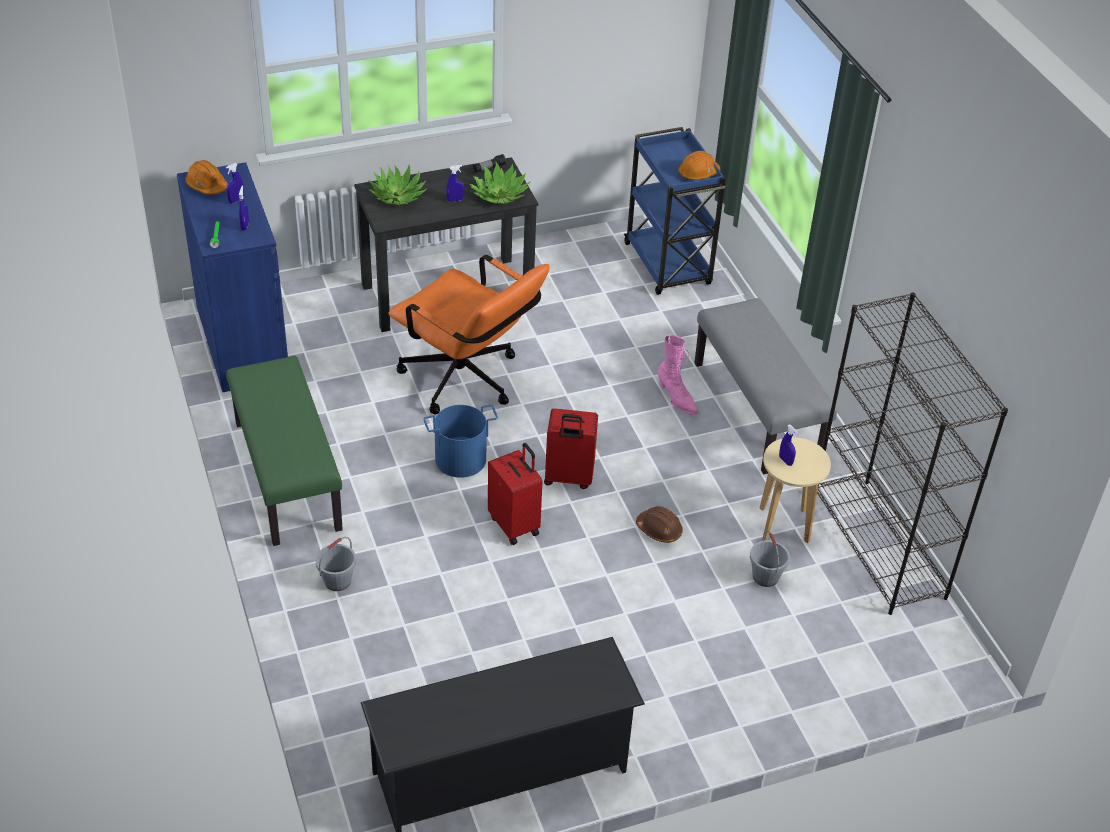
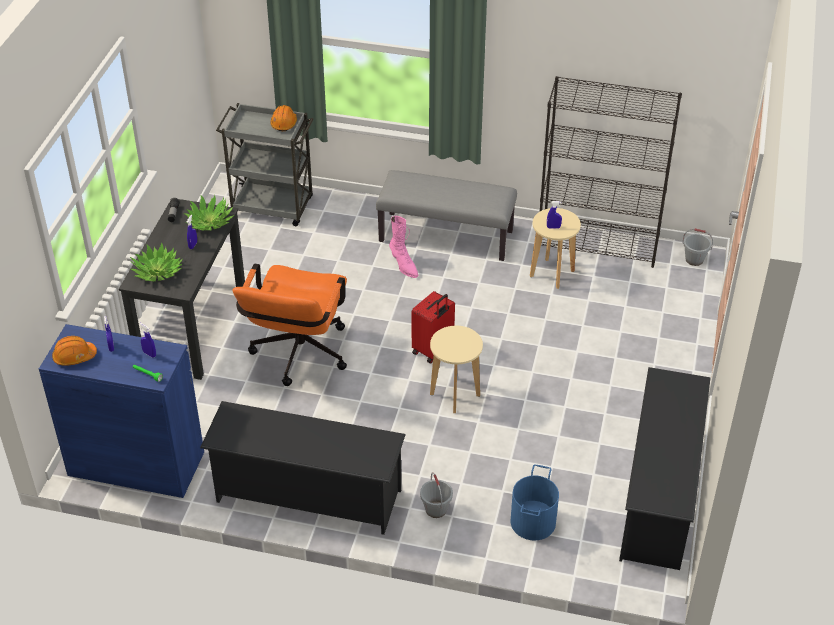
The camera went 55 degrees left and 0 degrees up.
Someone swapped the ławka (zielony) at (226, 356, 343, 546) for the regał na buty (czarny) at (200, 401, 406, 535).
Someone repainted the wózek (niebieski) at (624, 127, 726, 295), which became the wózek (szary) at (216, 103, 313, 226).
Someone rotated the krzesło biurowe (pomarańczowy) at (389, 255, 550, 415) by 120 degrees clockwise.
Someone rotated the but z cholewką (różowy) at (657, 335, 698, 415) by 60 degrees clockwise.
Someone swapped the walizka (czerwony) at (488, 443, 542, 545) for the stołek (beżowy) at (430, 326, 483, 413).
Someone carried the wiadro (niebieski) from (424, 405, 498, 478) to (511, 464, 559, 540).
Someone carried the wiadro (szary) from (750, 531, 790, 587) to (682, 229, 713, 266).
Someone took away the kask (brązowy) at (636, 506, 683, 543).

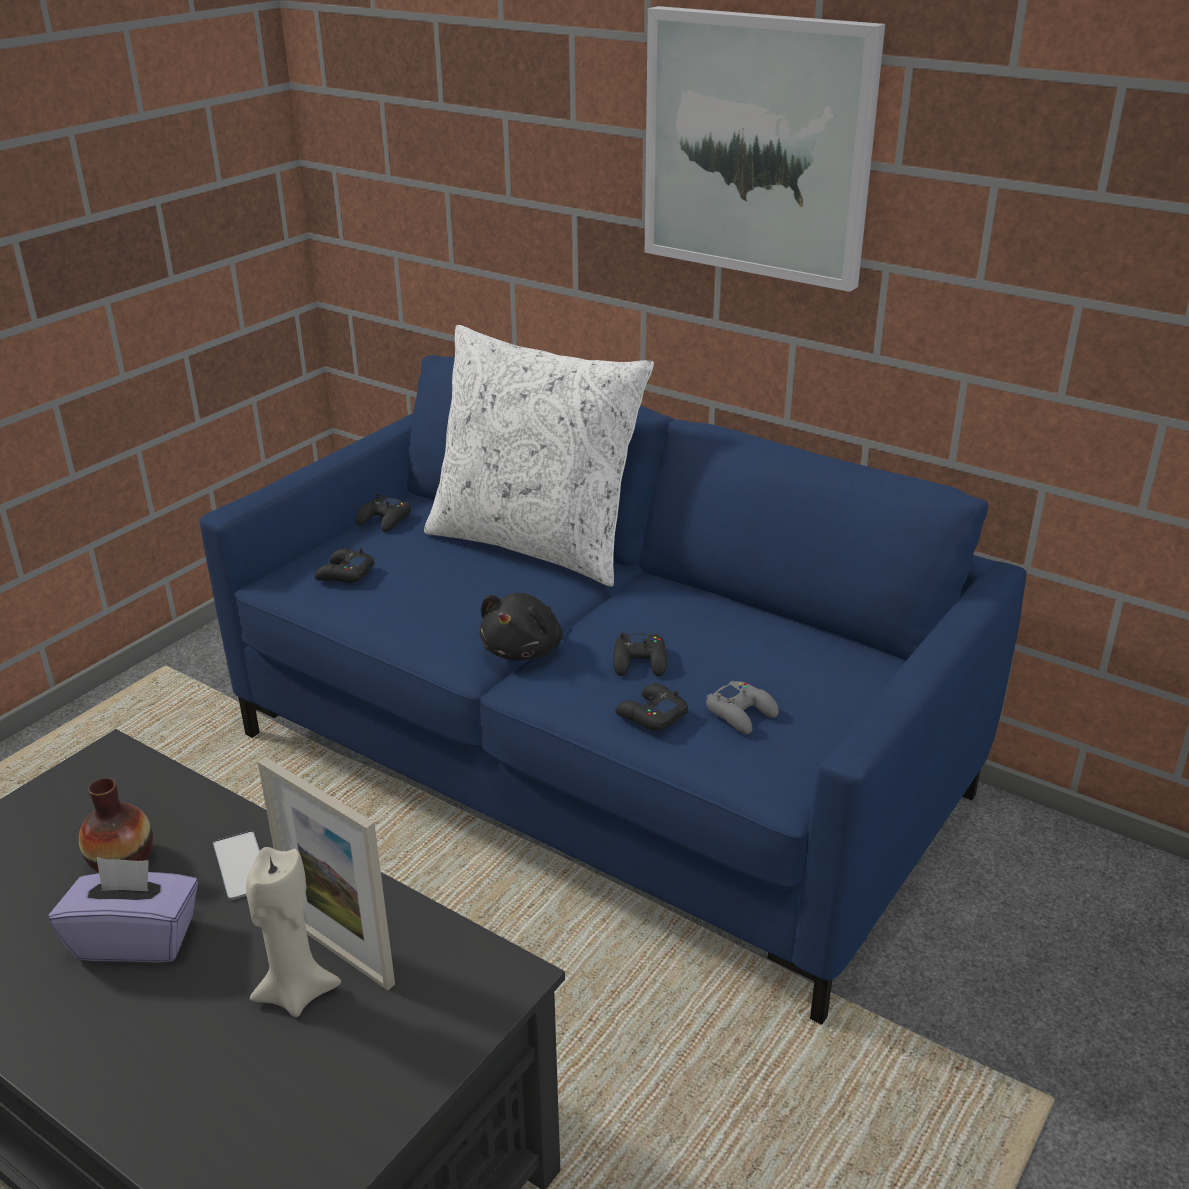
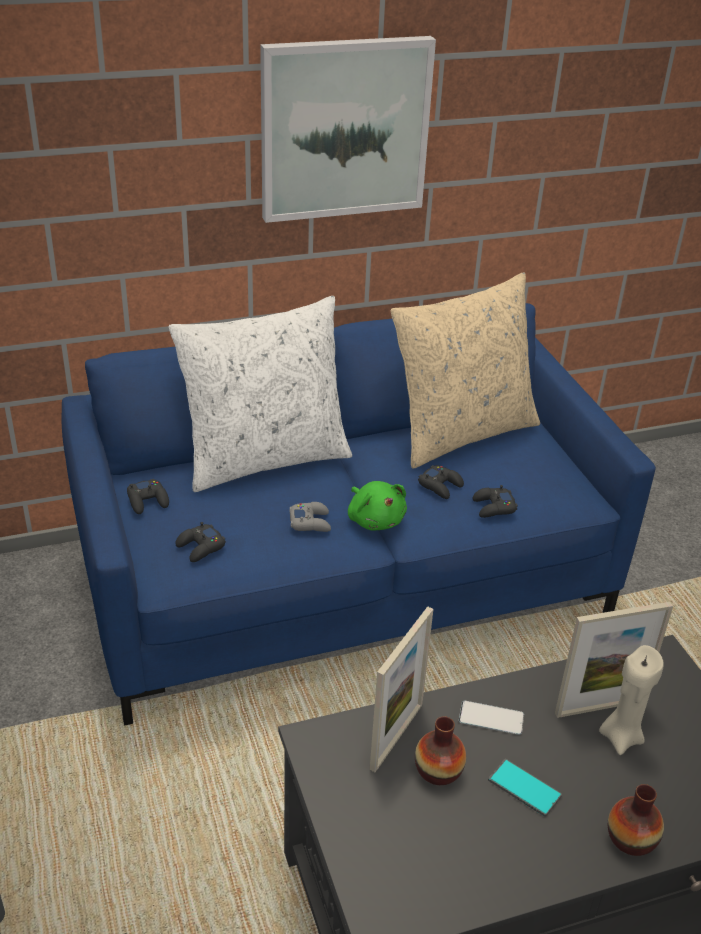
The camera went 55 degrees left and 5 degrees up.
Someone carried the pad do gier (szary) from (706, 681, 779, 734) to (290, 502, 331, 532).
Someone repainted the pluszak (czarny) at (480, 593, 563, 660), which became the pluszak (zielony) at (348, 481, 407, 530).
Someone put down the ramka na zdjęcie at (370, 607, 433, 772).
Someone put down the poduszka (beżowy) at (391, 272, 540, 469).
Someone swapped the pudełko chusteczek (fioletowy) at (49, 857, 198, 962) for the telefon at (488, 759, 562, 817).
Someone put down the wazon at (608, 784, 664, 856).

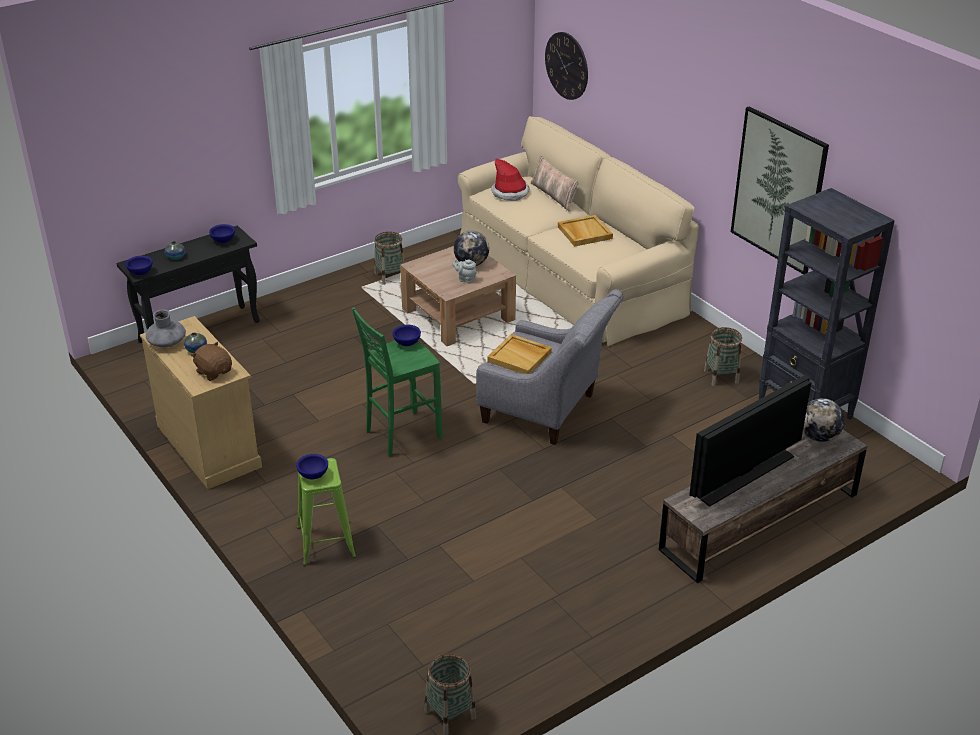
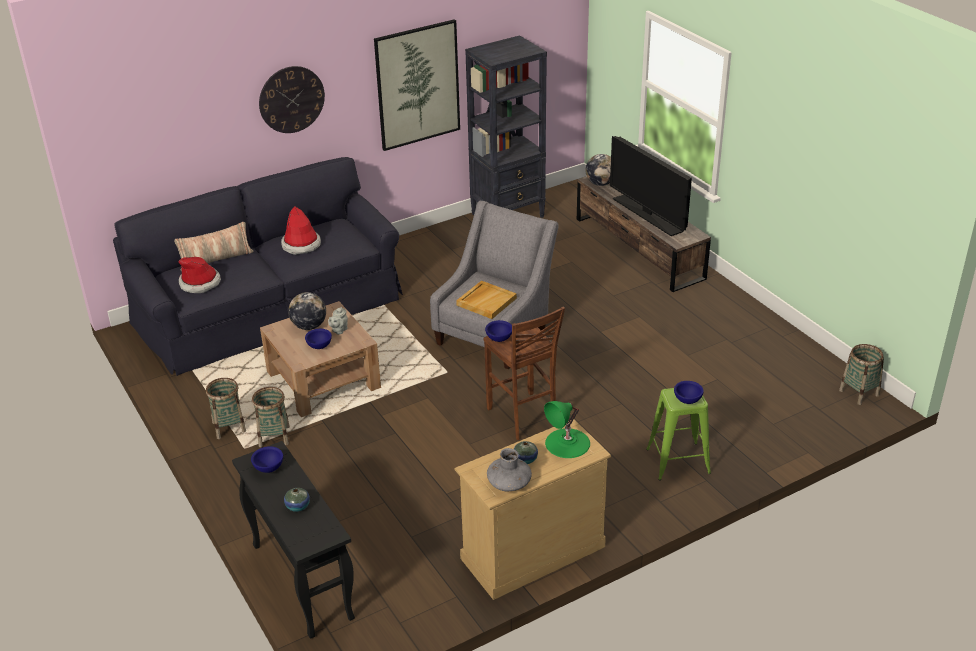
The camera went 85 degrees left and 0 degrees up.
Someone repainted the kanapa (beżowy) at (458, 116, 699, 346), which became the kanapa (czarny) at (113, 157, 403, 376).
Someone carried the koszyk from (704, 327, 742, 386) to (252, 387, 290, 447).
Someone carried the zegar ścienny from (545, 32, 588, 100) to (259, 66, 325, 133).
Someone swapped the taca (beżowy) at (558, 215, 613, 247) for the kapelusz at (281, 206, 321, 255).
Someone carried the miska (niebieski) from (125, 256, 152, 275) to (305, 329, 332, 349).
Someone repainted the stołek (zielony) at (352, 307, 443, 457), which became the stołek (brązowy) at (484, 307, 565, 440).
Someone swapped the pluszak (brązowy) at (191, 342, 232, 381) for the lampa stołowa (zielony) at (544, 401, 590, 458).

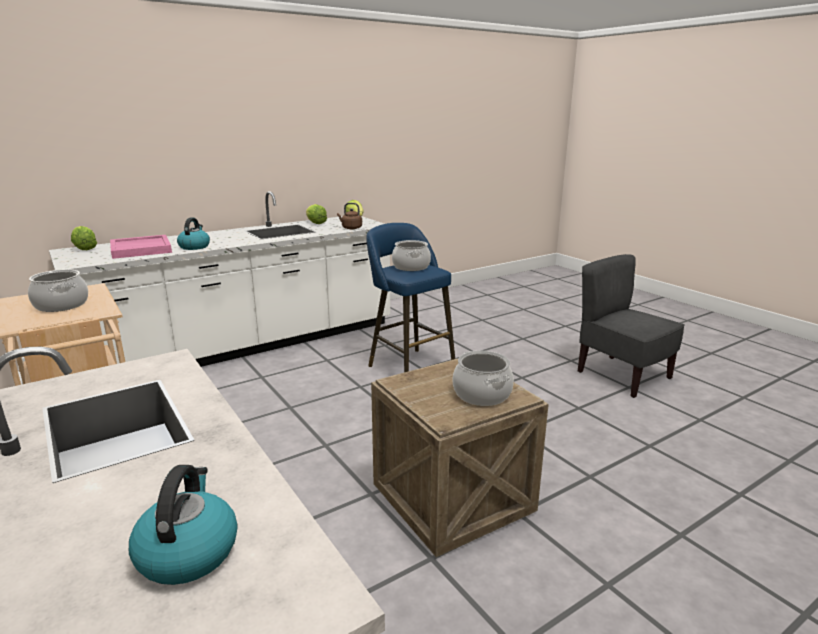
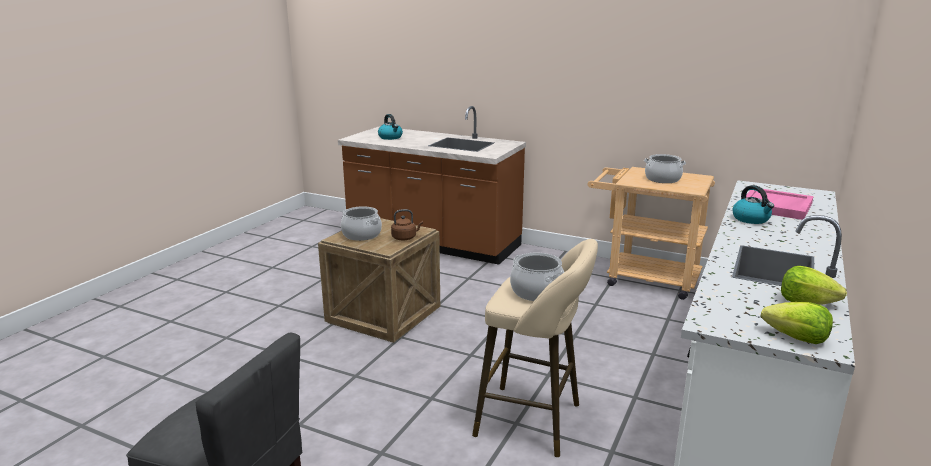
The camera went 150 degrees right and 0 degrees up.
Someone carried the czajnik (brązowy) from (337, 203, 362, 229) to (391, 209, 423, 240).
Someone repainted the stołek (niebieski) at (366, 223, 455, 372), which became the stołek (beżowy) at (472, 239, 598, 457).
Someone took away the sałata at (71, 226, 97, 250).

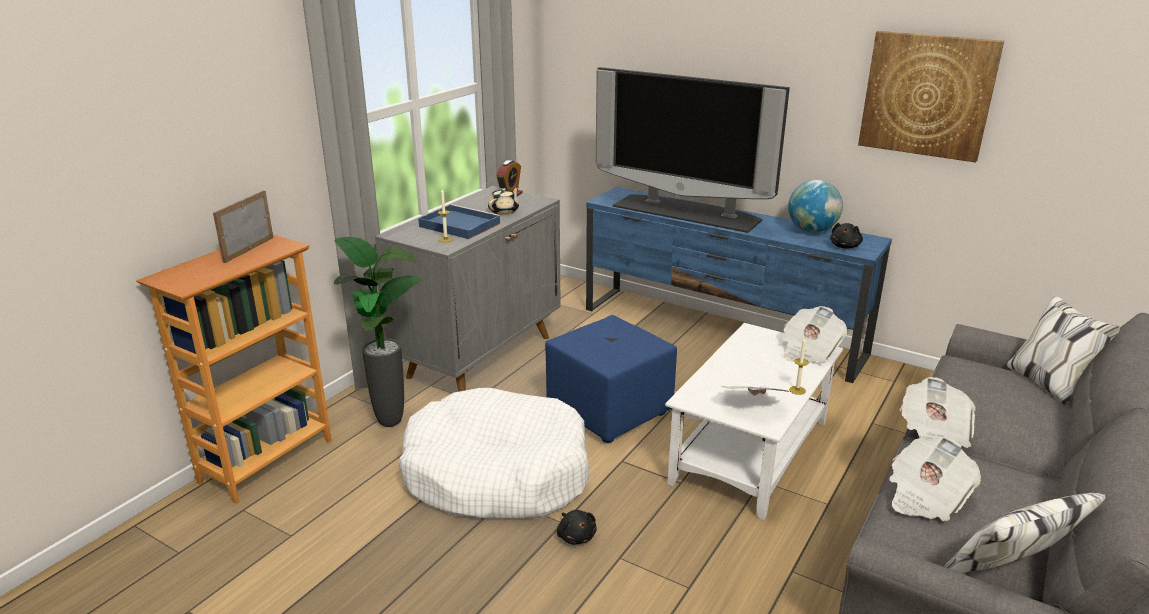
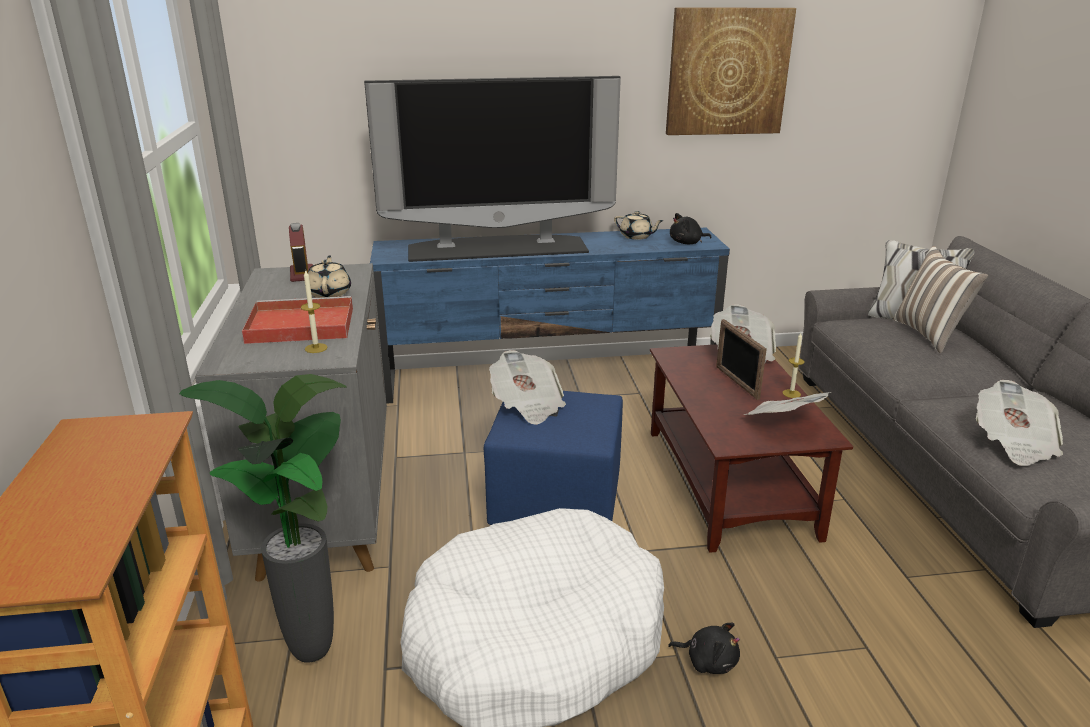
The camera went 40 degrees left and 0 degrees up.
Someone repainted the taca (niebieski) at (418, 204, 501, 239), which became the taca (czerwony) at (242, 296, 353, 344).
Someone carried the gazeta from (900, 377, 976, 448) to (489, 350, 566, 425).
Someone swapped the globus at (788, 180, 843, 233) for the imbryk (beżowy) at (614, 211, 664, 240).
Someone repainted the ława (biały) at (665, 323, 843, 520), which became the ława (brązowy) at (650, 344, 853, 553).
Someone rotated the pluszak (czarny) at (830, 223, 863, 248) by 90 degrees clockwise.
Someone carried the ramka na zdjęcie from (213, 191, 273, 263) to (716, 319, 767, 400).
Someone put down the poduszka at (893, 246, 988, 353).

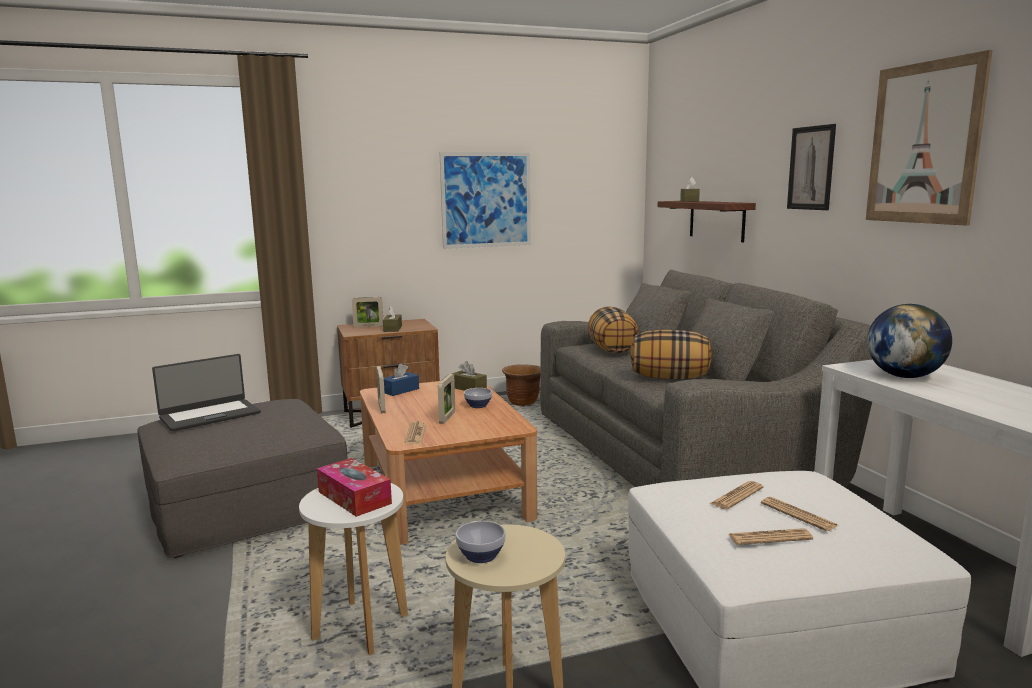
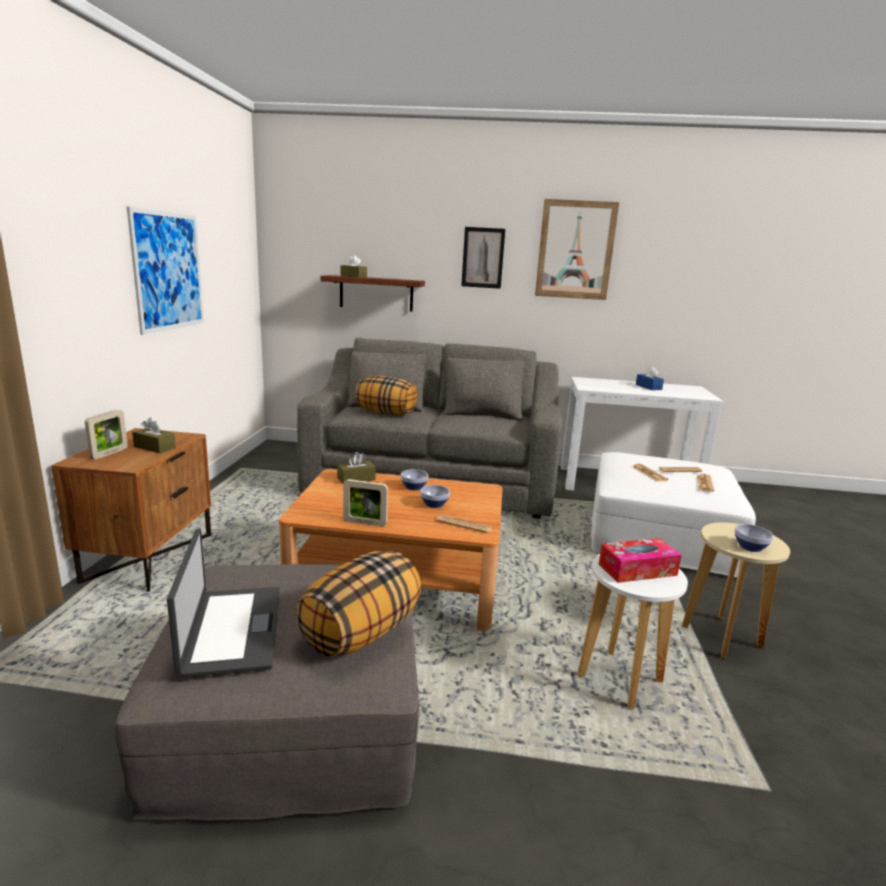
The camera went 65 degrees left and 5 degrees up.
Someone carried the poduszka from (630, 330, 712, 379) to (296, 551, 422, 657).
Someone swapped the ramka na zdjęcie at (438, 374, 455, 424) for the miska at (420, 485, 450, 508).
Someone carried the pudełko chusteczek (niebieski) from (384, 363, 419, 396) to (636, 366, 664, 390).
Someone took away the donica (brązowy) at (502, 365, 540, 406).
Someone took away the globus at (867, 304, 952, 378).

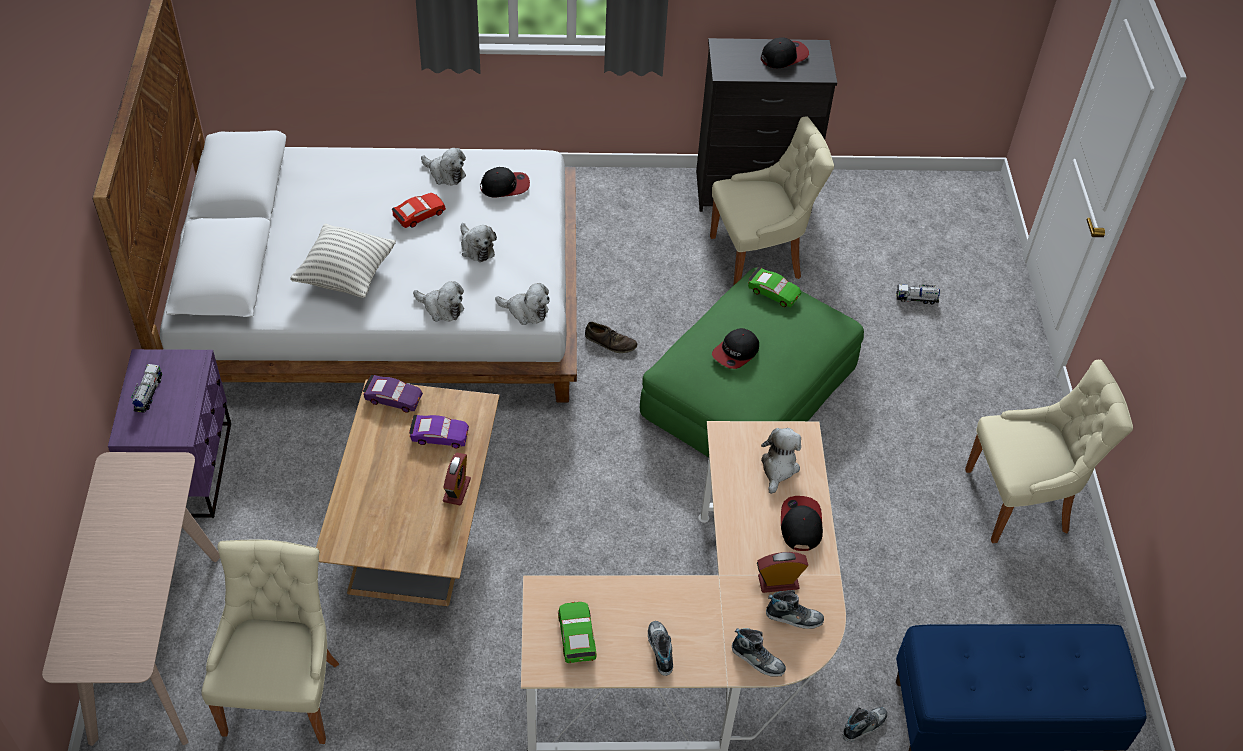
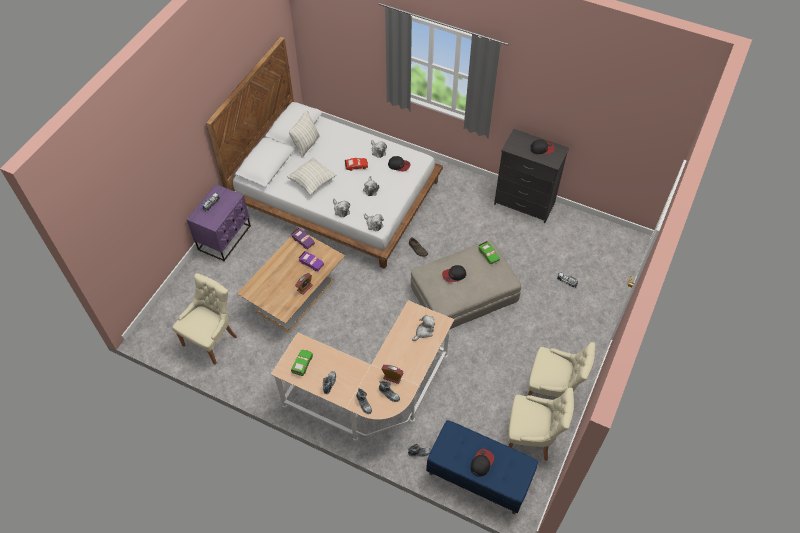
The camera went 30 degrees right and 5 degrees up.
Someone put down the poduszka at (289, 110, 320, 158).
Someone repainted the pufa (zielony) at (640, 267, 864, 458), which became the pufa (beżowy) at (411, 240, 521, 329).
Someone carried the czapka z daszkiem from (781, 496, 823, 551) to (470, 449, 494, 476).
Someone carried the krzesło (beżowy) from (710, 116, 834, 286) to (508, 387, 574, 461).
Someone took away the stolik konsolowy (beżowy) at (42, 452, 220, 746).

